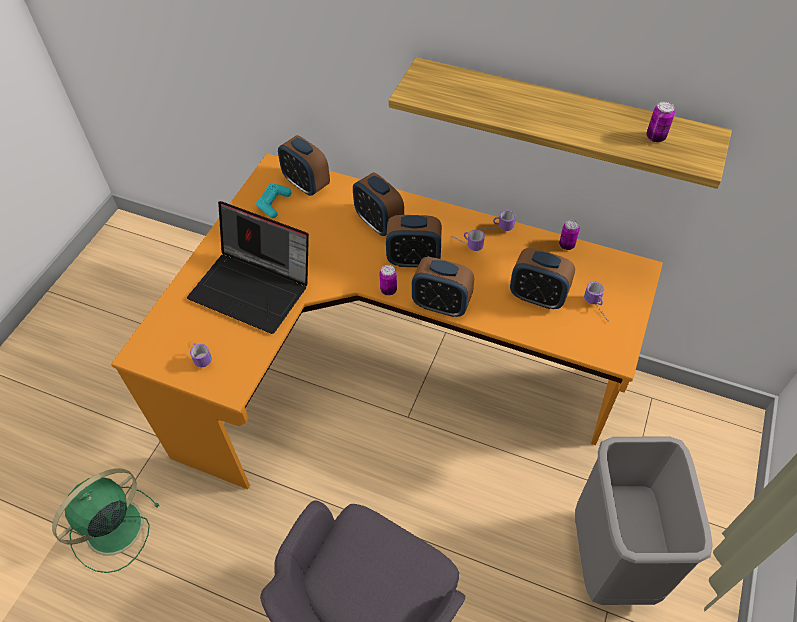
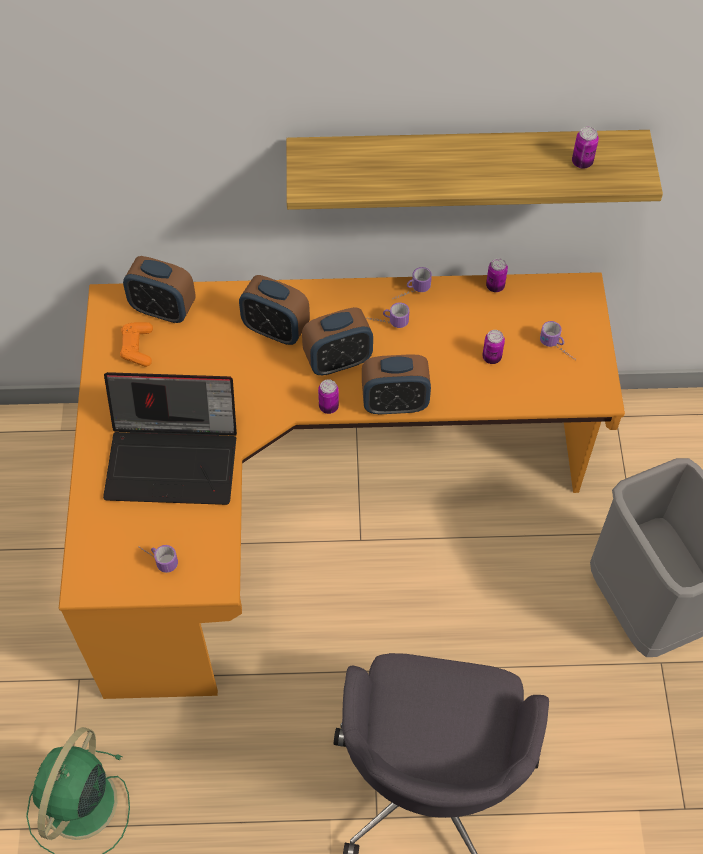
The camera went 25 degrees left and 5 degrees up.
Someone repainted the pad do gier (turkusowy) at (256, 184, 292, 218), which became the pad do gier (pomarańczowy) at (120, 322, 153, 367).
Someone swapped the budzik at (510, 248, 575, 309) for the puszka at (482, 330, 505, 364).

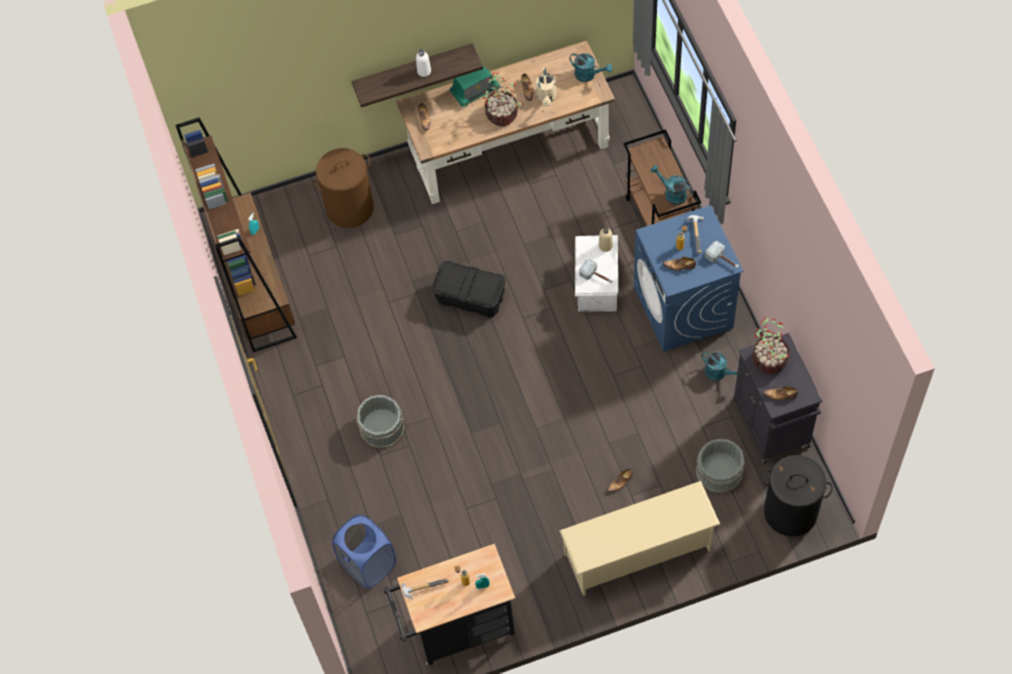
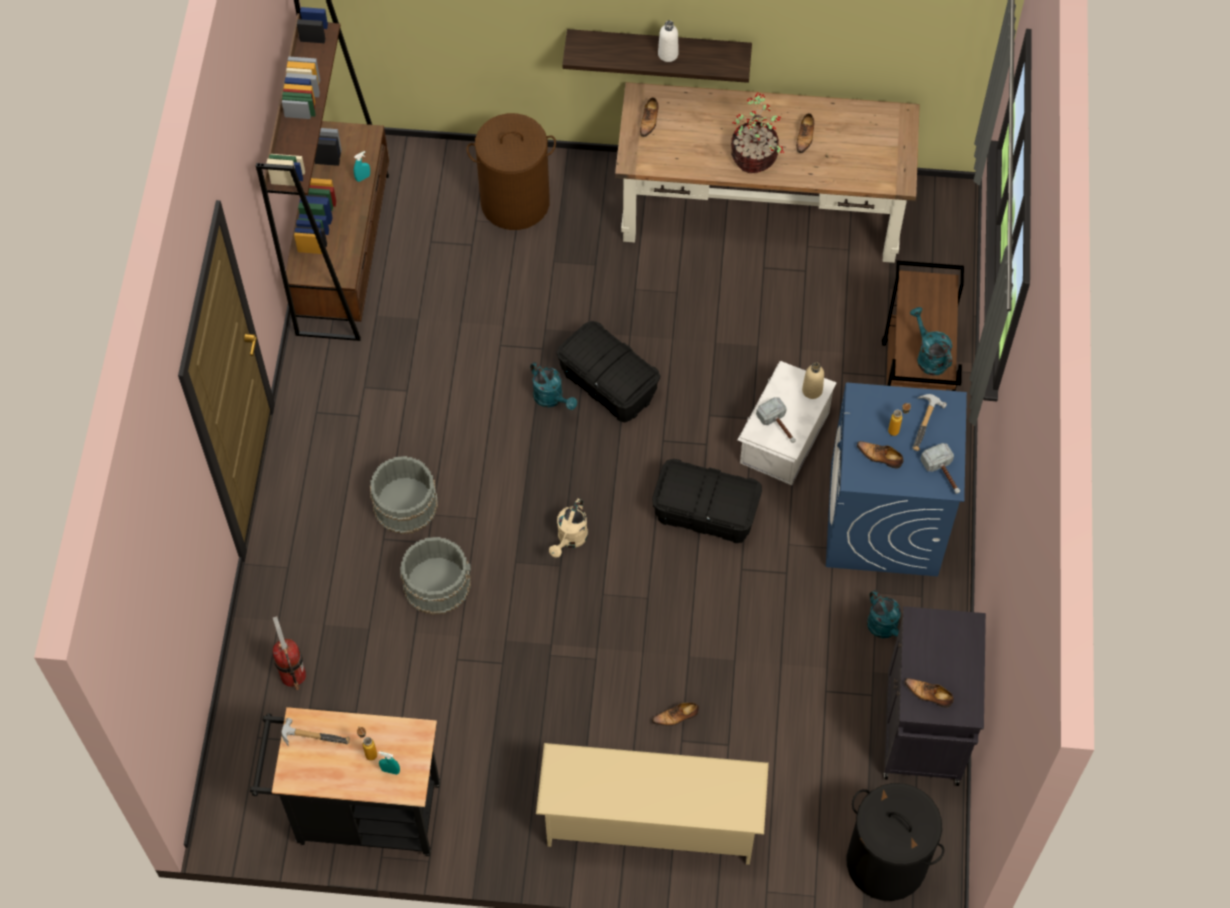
The camera went 20 degrees right and 0 degrees up.
Someone swapped the kosz na pranie (niebieski) at (332, 515, 396, 588) for the gaśnica at (273, 616, 306, 690).
Someone carried the wiadro (szary) from (695, 439, 745, 493) to (400, 537, 471, 615).
Someone carried the konewka (turkusowy) from (569, 53, 612, 82) to (530, 362, 577, 410).
Someone carried the konewka (beżowy) from (536, 68, 556, 106) to (549, 498, 588, 558).
Someone put down the pojemnik do przechowywania (czarny) at (652, 459, 762, 543).
Someone took away the radio at (450, 66, 500, 107).
Someone took away the roślina doniczkowa at (753, 317, 790, 374).

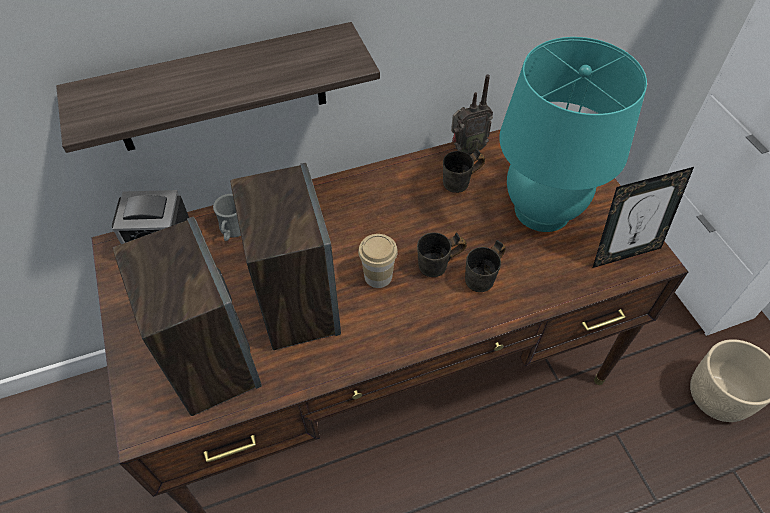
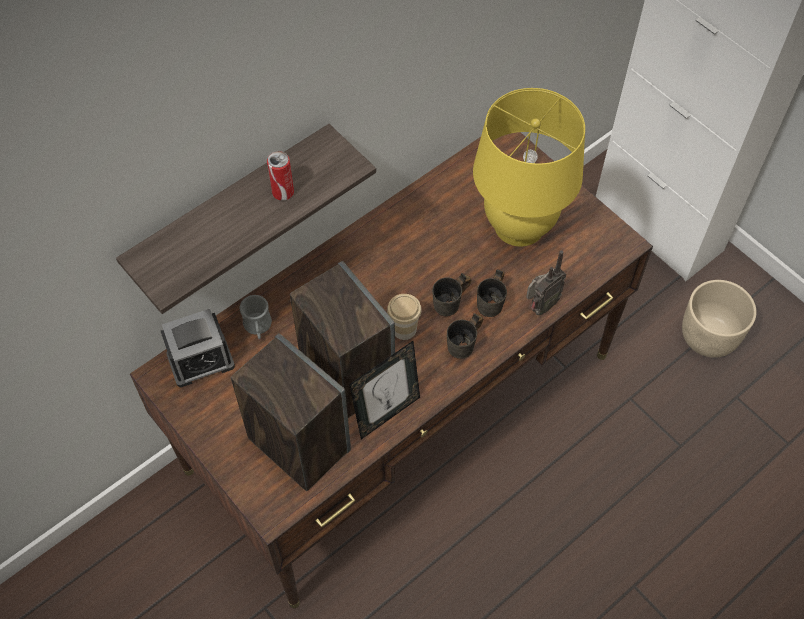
The camera went 20 degrees left and 5 degrees up.
Someone put down the puszka at (267, 151, 294, 201).
Someone carried the ramka na zdjęcie from (593, 167, 694, 268) to (349, 341, 420, 439).
Someone carried the kubek (szary) from (443, 148, 485, 193) to (447, 313, 483, 359).
Someone repainted the lampa stołowa (turkusowy) at (499, 37, 647, 232), which became the lampa stołowa (żółty) at (473, 88, 585, 247).
Someone carried the radio from (451, 74, 493, 155) to (526, 250, 567, 315).

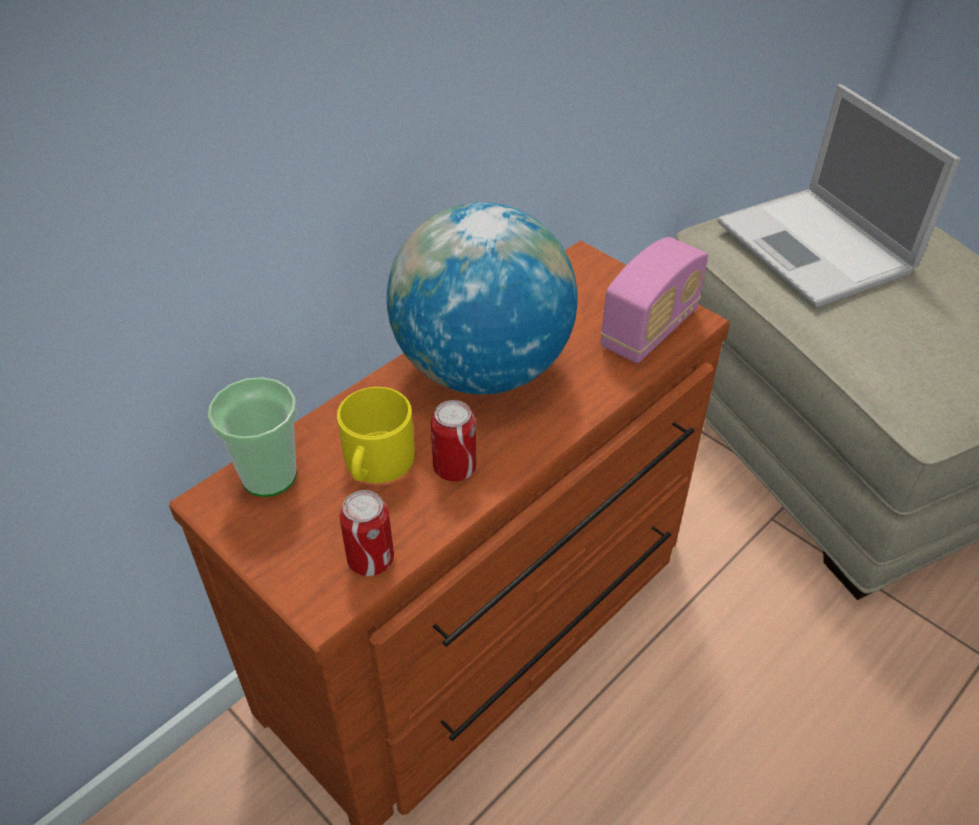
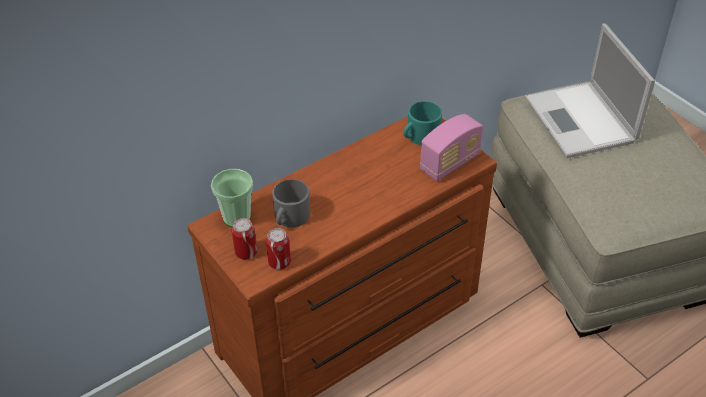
The camera went 10 degrees right and 0 degrees up.
Someone carried the puszka from (431, 400, 476, 481) to (232, 218, 257, 260).
Someone repainted the kubek (żółty) at (337, 387, 415, 483), which became the kubek (szary) at (272, 179, 310, 227).
Someone put down the kubek (turkusowy) at (403, 101, 442, 145).
Someone took away the globus at (387, 202, 577, 395).

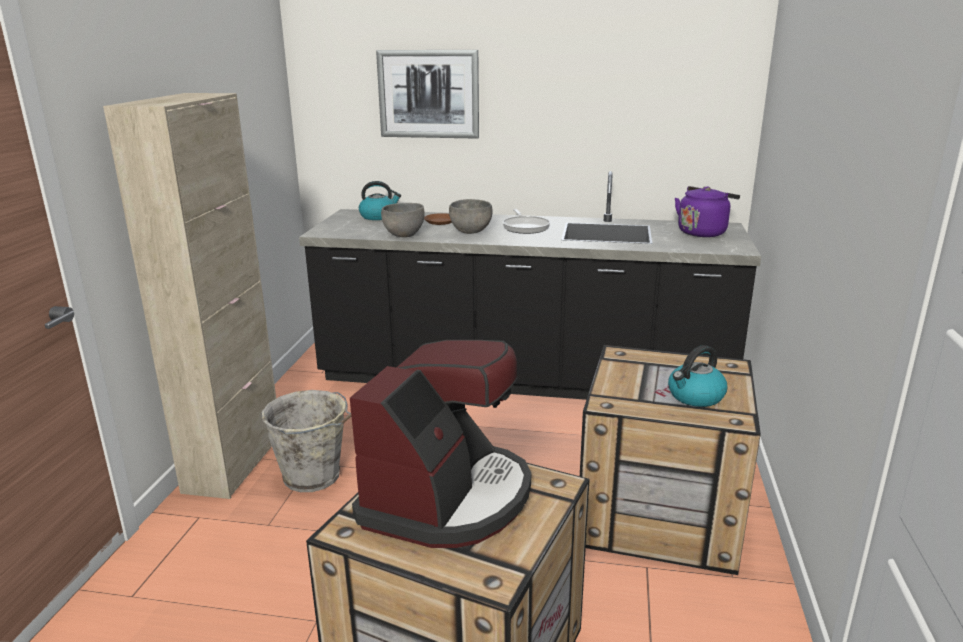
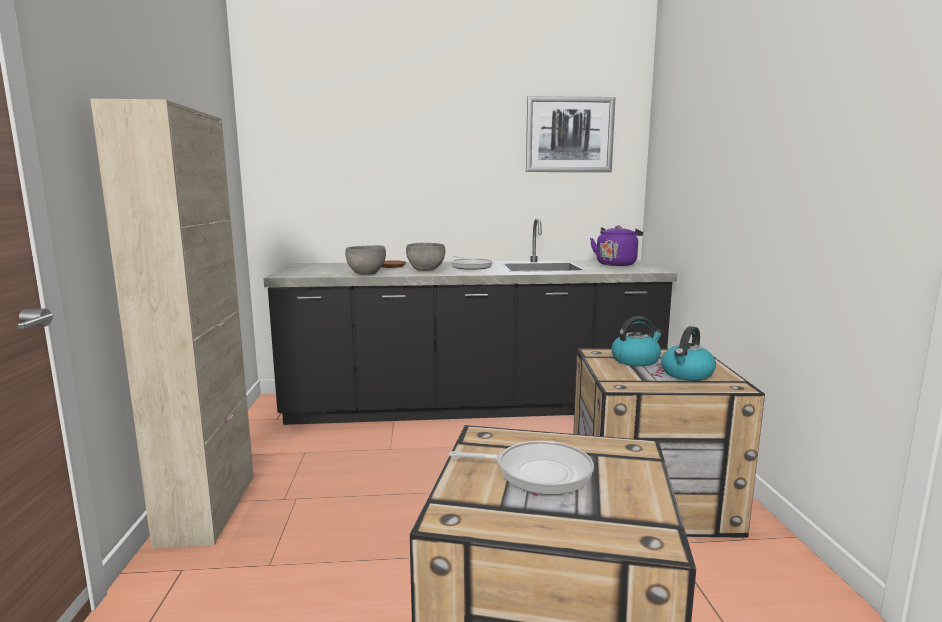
The camera went 15 degrees left and 10 degrees down.
Someone swapped the ekspres do kawy at (350, 340, 531, 548) for the patelnia at (449, 441, 594, 495).
Someone carried the obraz from (376, 50, 479, 138) to (526, 96, 616, 172).
Someone carried the czajnik from (359, 181, 401, 220) to (612, 316, 663, 366).
Someone took away the wiadro (szary) at (261, 390, 352, 492).

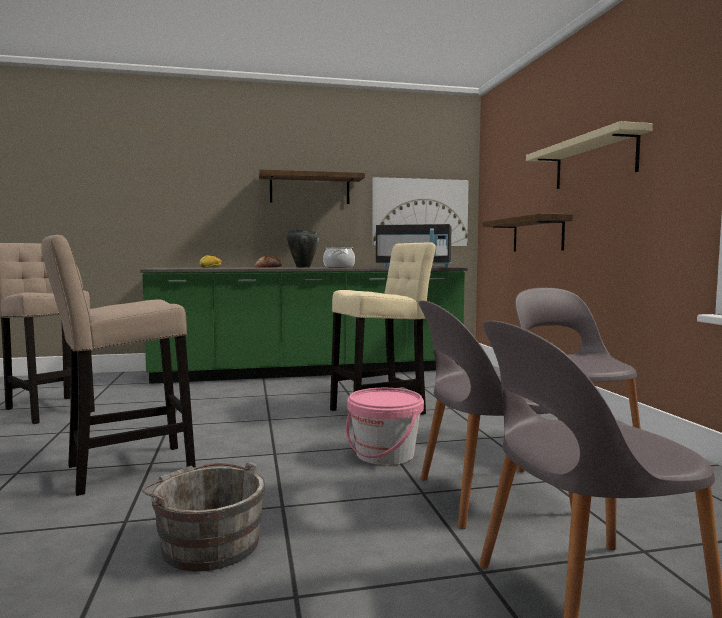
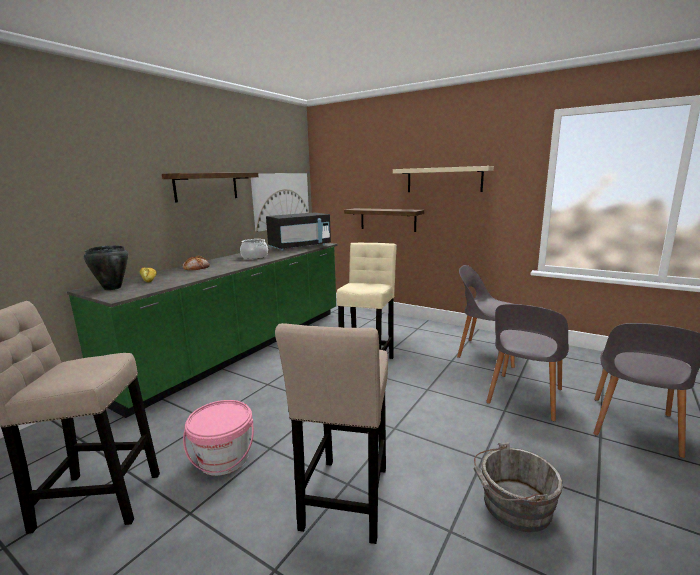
The camera went 45 degrees left and 10 degrees up.
Someone carried the garnek (czarny) from (286, 230, 320, 268) to (84, 245, 128, 290).
Someone carried the wiadro (różowy) from (346, 388, 424, 465) to (183, 400, 254, 476).

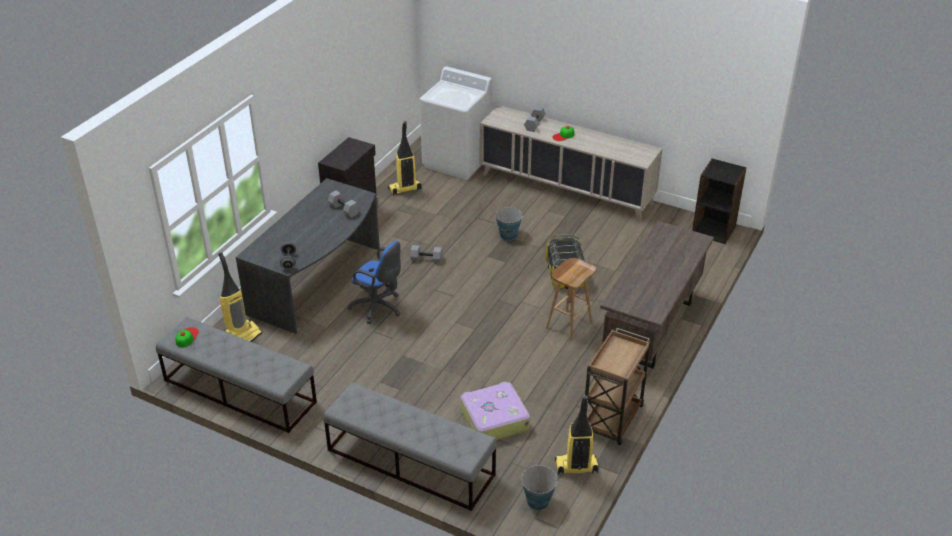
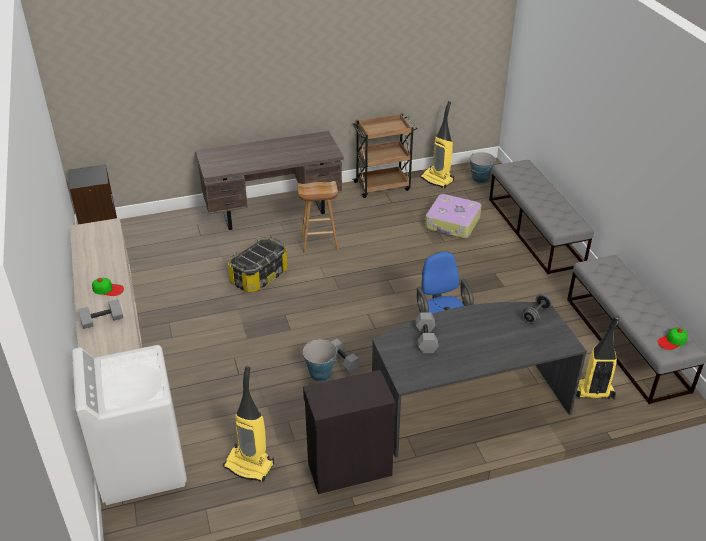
The camera went 135 degrees left and 0 degrees up.
Someone carried the wiadro from (495, 207, 523, 241) to (303, 339, 338, 382).

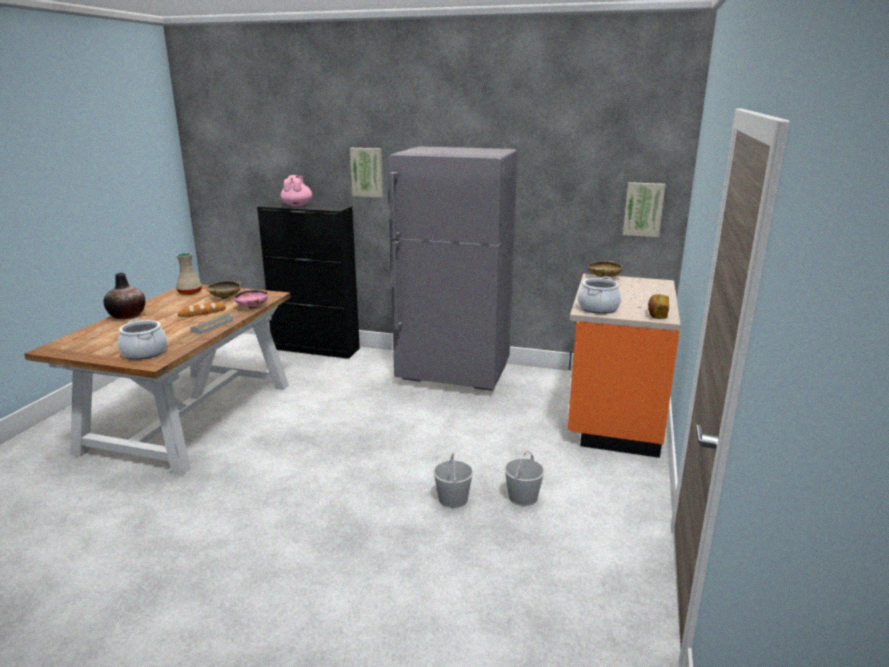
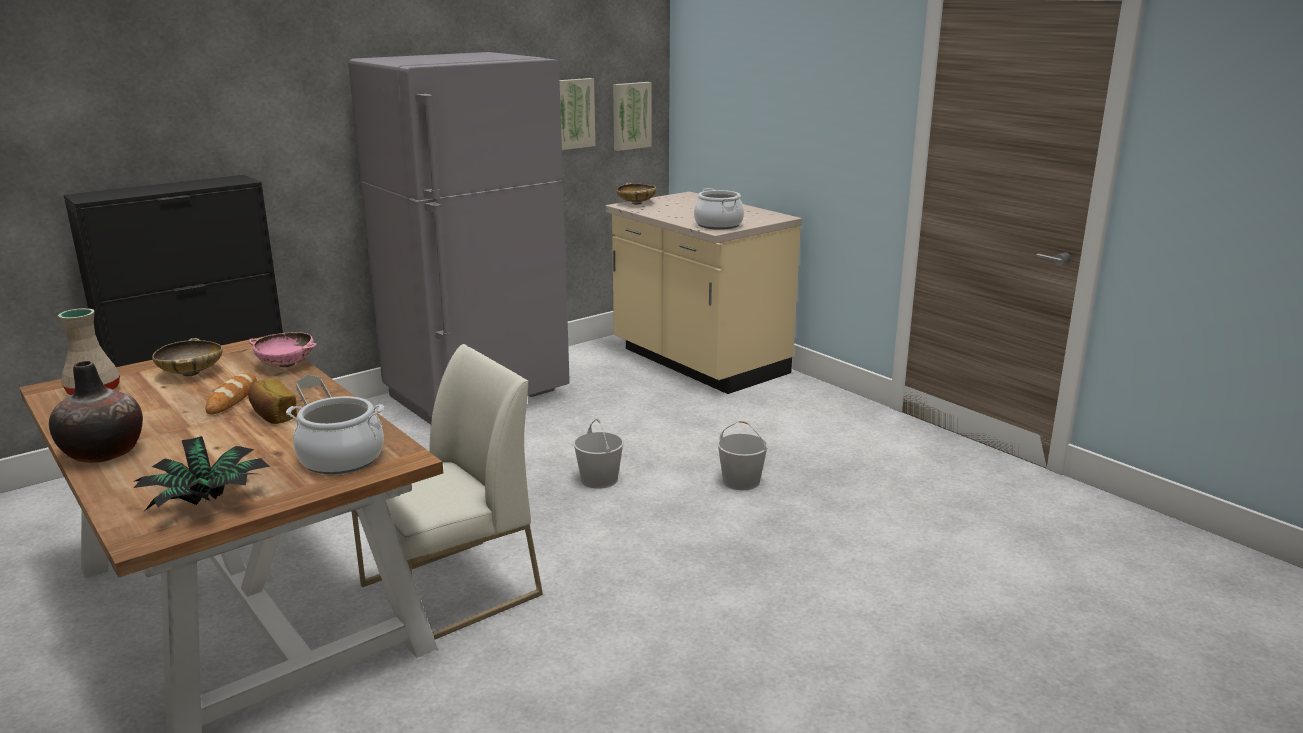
The camera went 55 degrees left and 0 degrees up.
Someone put down the roślina doniczkowa at (133, 436, 270, 511).
Someone carried the chleb from (648, 294, 669, 319) to (248, 378, 297, 424).
Someone put down the krzesło (biały) at (352, 344, 543, 639).
Someone carried the obraz from (350, 148, 383, 198) to (559, 78, 595, 150).
Someone carried the wiadro (biały) from (504, 451, 545, 506) to (573, 419, 624, 489).
Someone repainted the zabudowa kuchenna (pomarańczowy) at (568, 274, 681, 458), which became the zabudowa kuchenna (beżowy) at (606, 191, 802, 394).
Someone took away the imbryk (różowy) at (281, 175, 312, 207).

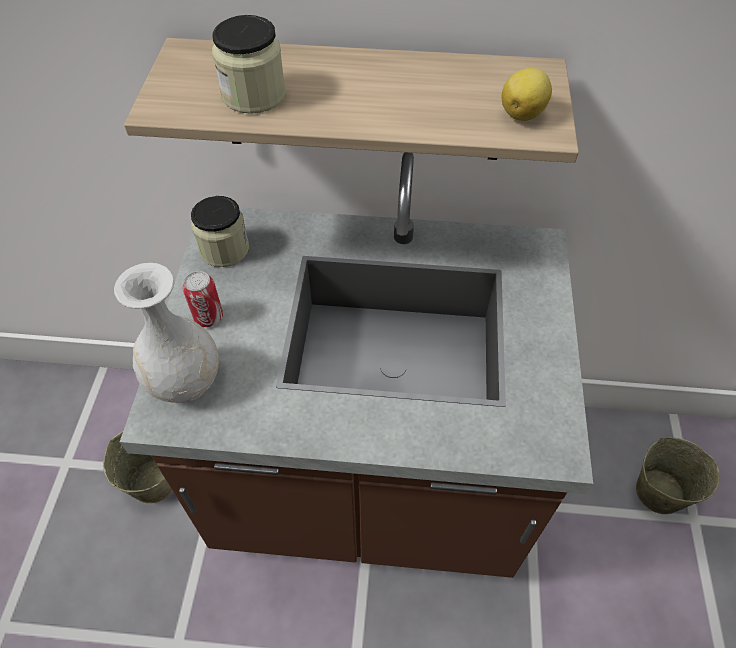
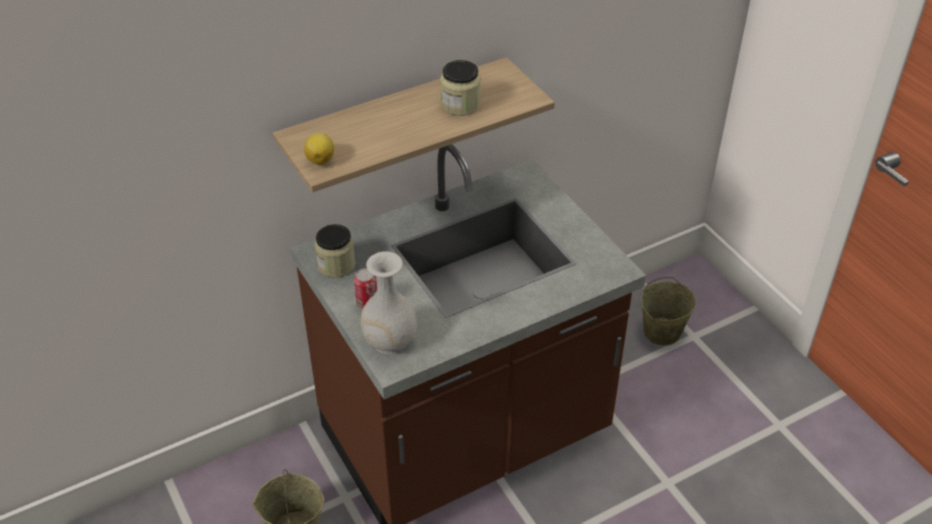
The camera went 35 degrees left and 10 degrees down.
Someone carried the cytryna from (502, 68, 552, 121) to (304, 133, 334, 165).
Someone carried the słoik from (212, 15, 286, 114) to (440, 60, 481, 116).

